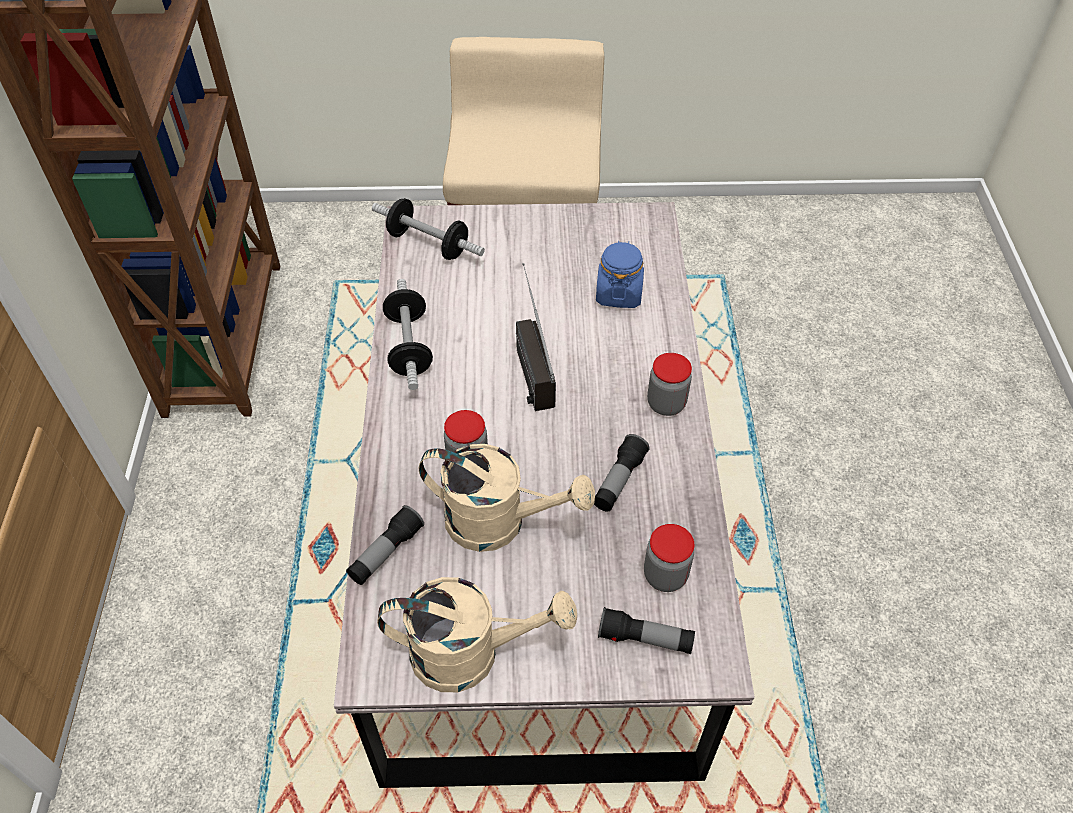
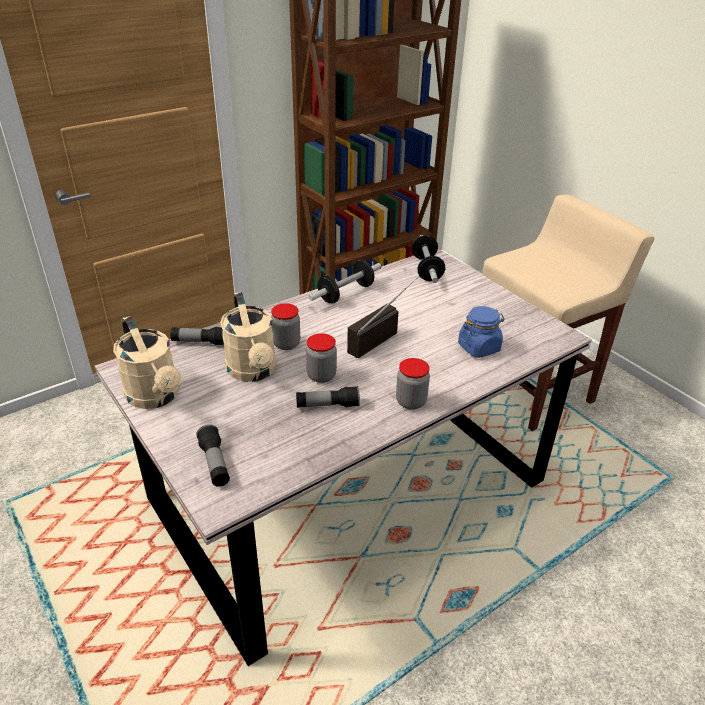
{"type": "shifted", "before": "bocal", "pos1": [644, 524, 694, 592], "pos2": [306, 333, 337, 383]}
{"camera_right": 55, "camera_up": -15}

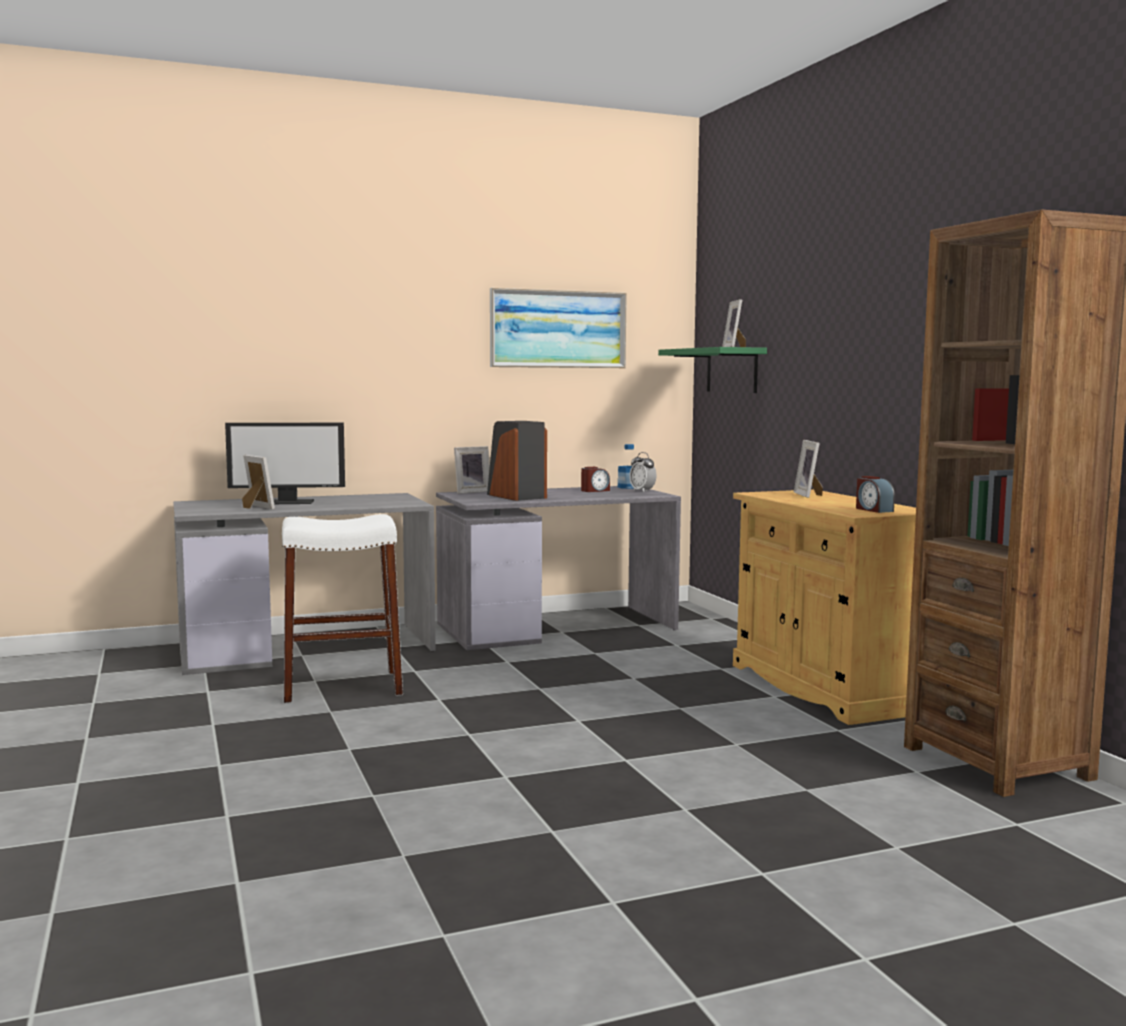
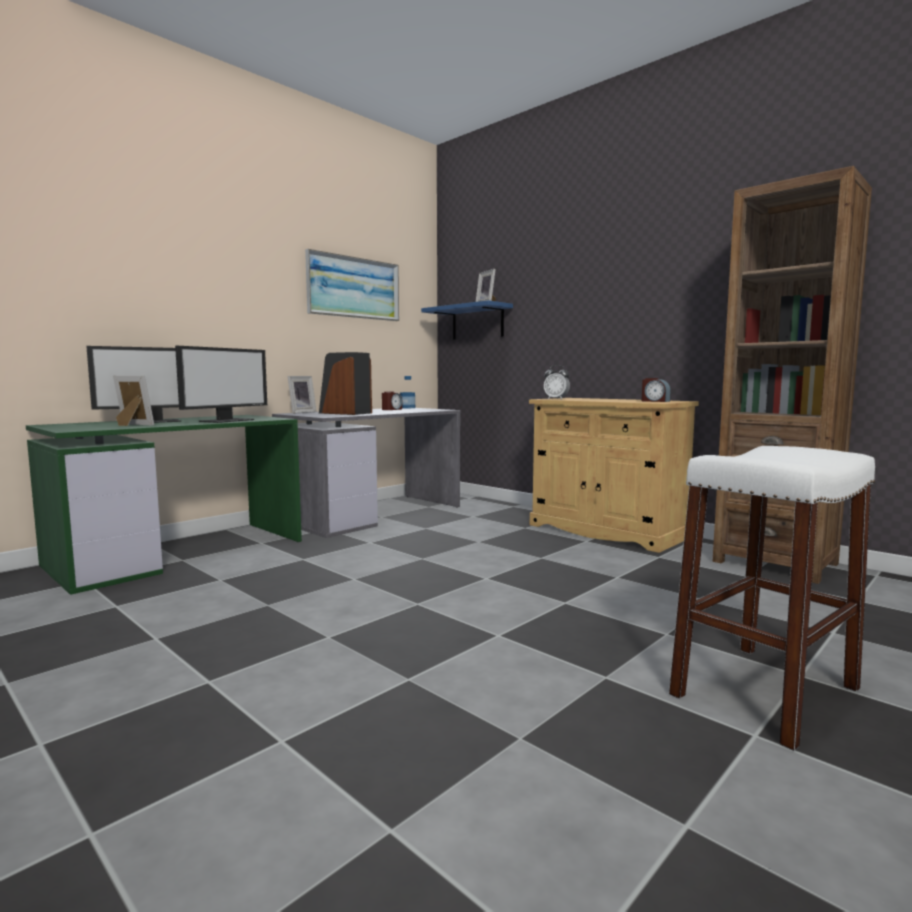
{"type": "repainted", "before": "bureau/gris", "after": "bureau/vert", "pos1": [173, 493, 436, 675], "pos2": [26, 415, 302, 595]}
{"type": "new", "after": "écran d'ordinateur", "pos2": [175, 346, 267, 423]}
{"type": "repainted", "before": "étagère/vert", "after": "étagère/bleu", "pos1": [658, 347, 767, 393], "pos2": [421, 300, 513, 340]}
{"type": "shifted", "before": "réveil", "pos1": [629, 452, 656, 492], "pos2": [544, 365, 570, 400]}
{"type": "shifted", "before": "tabouret/blanc", "pos1": [282, 514, 403, 703], "pos2": [669, 446, 875, 751]}
{"type": "gone", "before": "cadre photo", "pos1": [794, 440, 823, 498]}
{"camera_right": -25, "camera_up": 0}

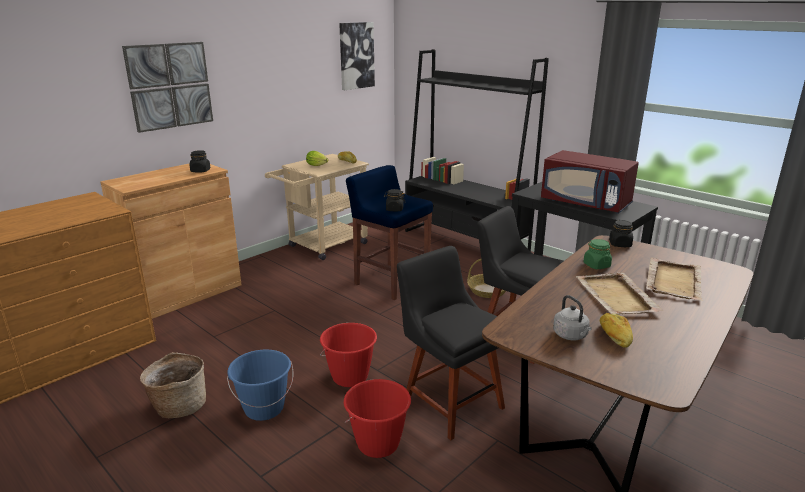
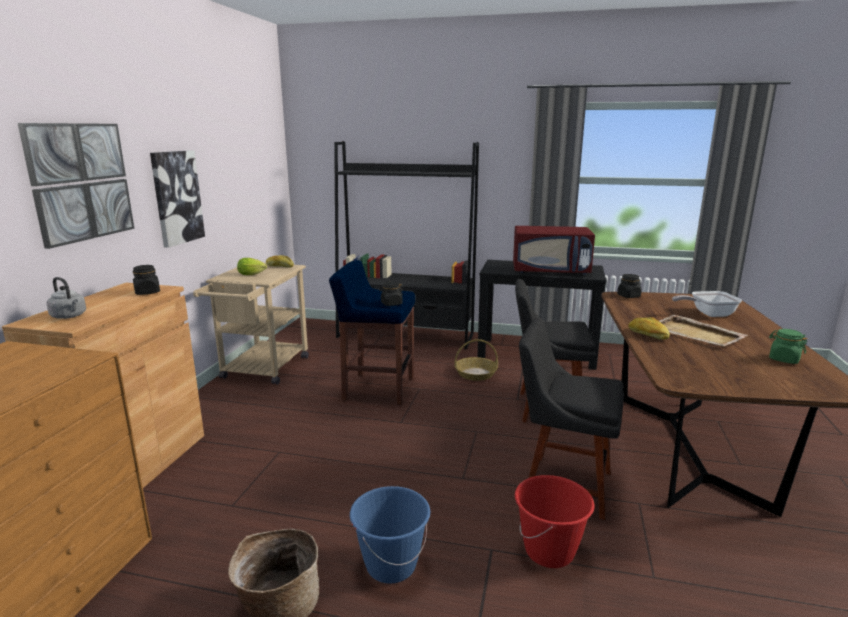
{"type": "shifted", "before": "bouilloire/gris", "pos1": [553, 295, 592, 340], "pos2": [47, 277, 86, 319]}
{"type": "shifted", "before": "tableau", "pos1": [339, 22, 375, 90], "pos2": [150, 150, 205, 248]}
{"type": "shifted", "before": "pain", "pos1": [600, 313, 633, 348], "pos2": [628, 317, 670, 340]}
{"type": "swapped", "before": "plateau/beige", "after": "poêle", "pos1": [646, 258, 703, 301], "pos2": [672, 291, 742, 317]}
{"type": "shifted", "before": "bocal/vert", "pos1": [583, 239, 612, 269], "pos2": [769, 329, 807, 364]}
{"type": "gone", "before": "seau/rouge", "pos1": [320, 323, 377, 387]}
{"camera_right": -30, "camera_up": -5}

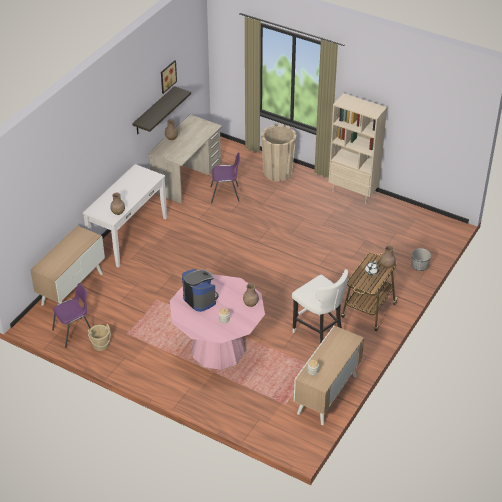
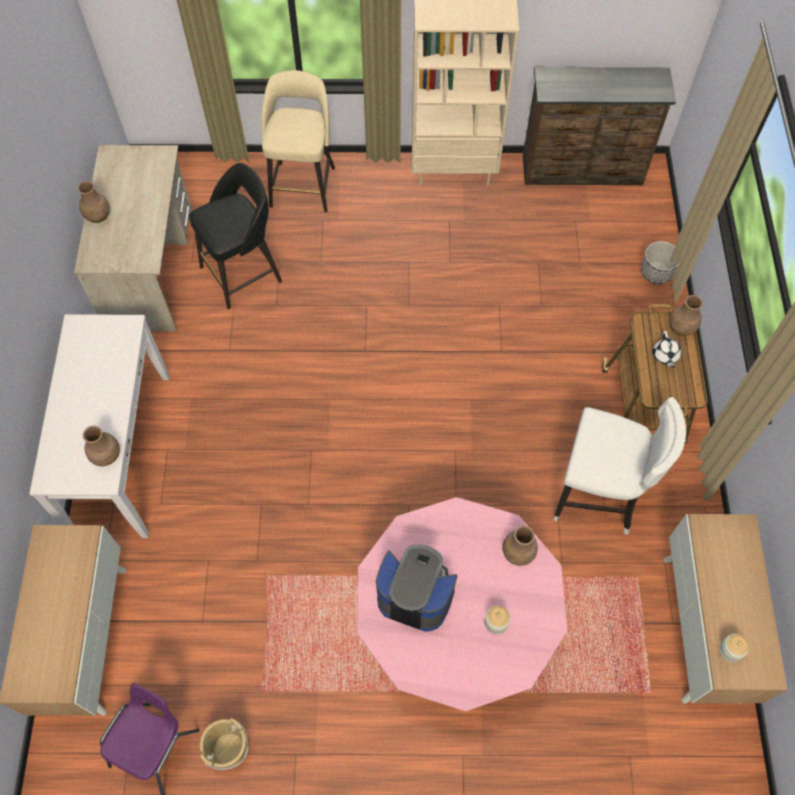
{"type": "swapped", "before": "chaise/violet", "after": "tabouret/noir", "pos1": [211, 152, 240, 203], "pos2": [189, 163, 282, 309]}
{"type": "swapped", "before": "cache-pot/beige", "after": "tabouret/beige", "pos1": [261, 124, 296, 181], "pos2": [262, 70, 335, 212]}
{"type": "new", "after": "commode/marron", "pos2": [523, 67, 676, 185]}
{"type": "gone", "before": "étagère", "pos1": [132, 86, 191, 134]}
{"type": "gone", "before": "tableau", "pos1": [161, 60, 177, 94]}
{"camera_right": -30, "camera_up": 20}

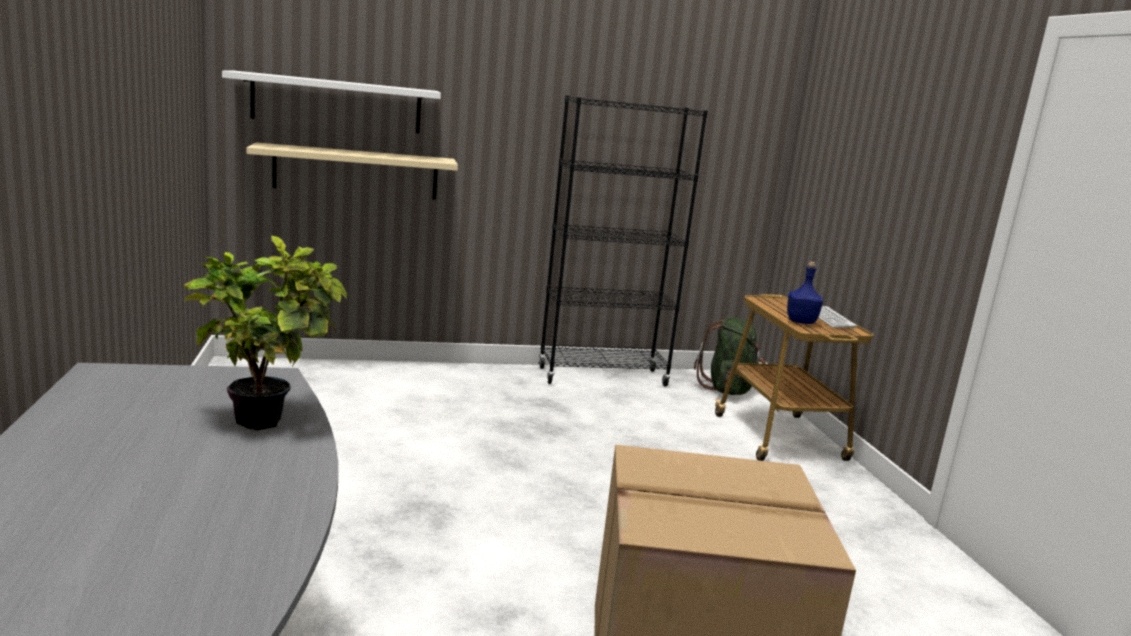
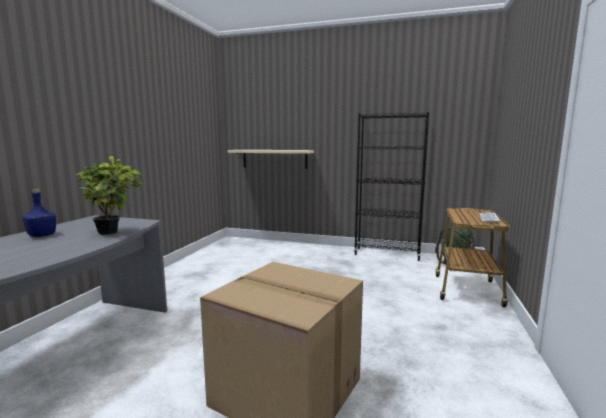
{"type": "shifted", "before": "bouteille/bleu", "pos1": [787, 262, 823, 324], "pos2": [22, 189, 56, 237]}
{"type": "gone", "before": "étagère/blanc", "pos1": [222, 70, 441, 134]}
{"camera_right": 30, "camera_up": -5}

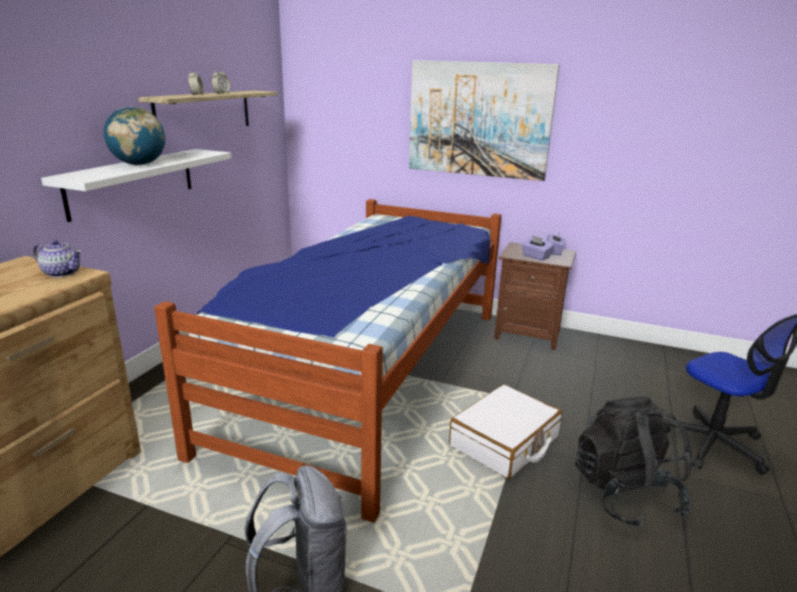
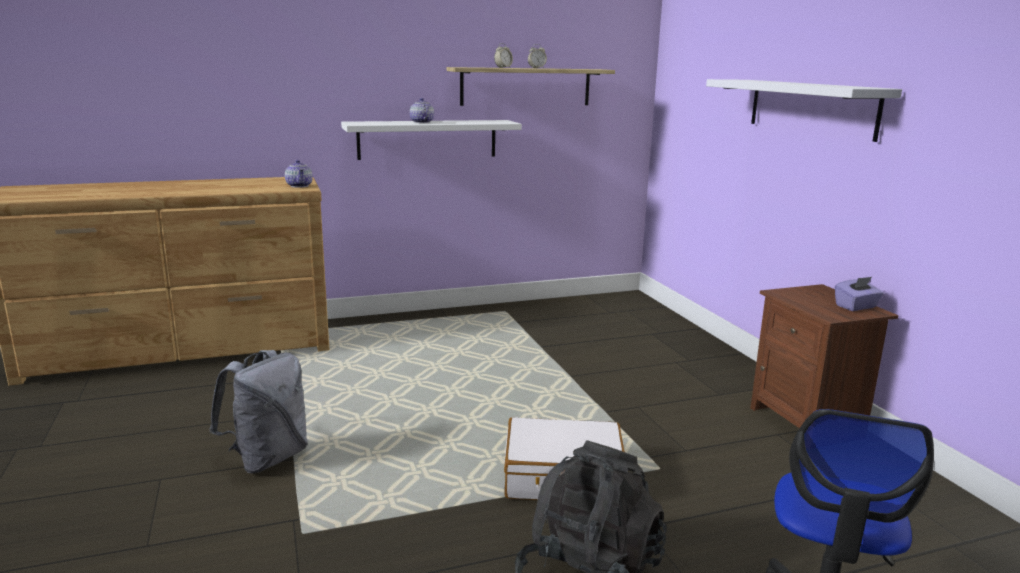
{"type": "swapped", "before": "globe", "after": "théière", "pos1": [104, 107, 166, 165], "pos2": [409, 98, 434, 123]}
{"type": "swapped", "before": "tableau", "after": "étagère/blanc", "pos1": [409, 60, 559, 181], "pos2": [706, 79, 902, 142]}
{"type": "gone", "before": "lit", "pos1": [154, 199, 501, 523]}
{"type": "gone", "before": "boîte à mouchoirs/violet", "pos1": [521, 235, 554, 260]}
{"camera_right": 50, "camera_up": -5}

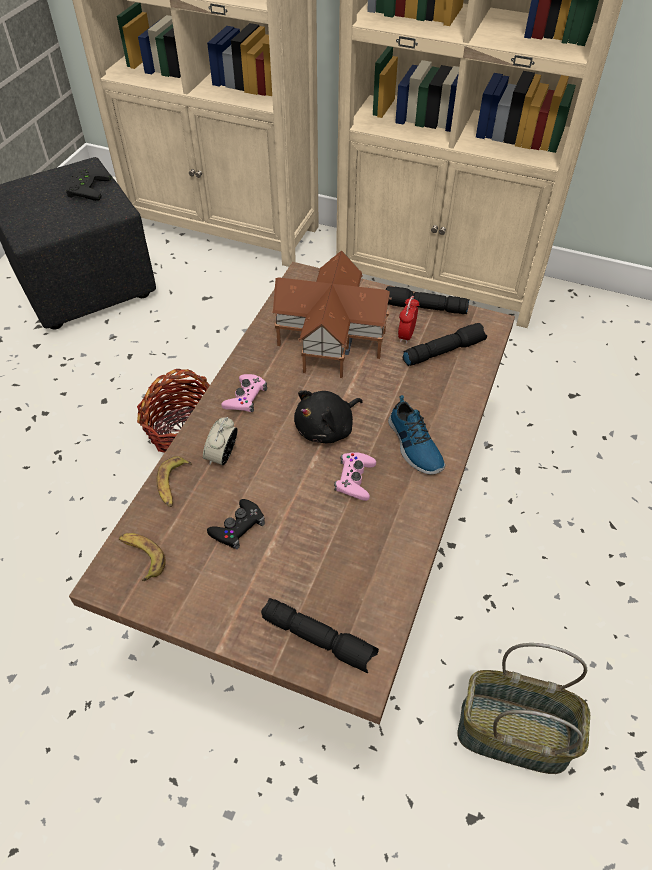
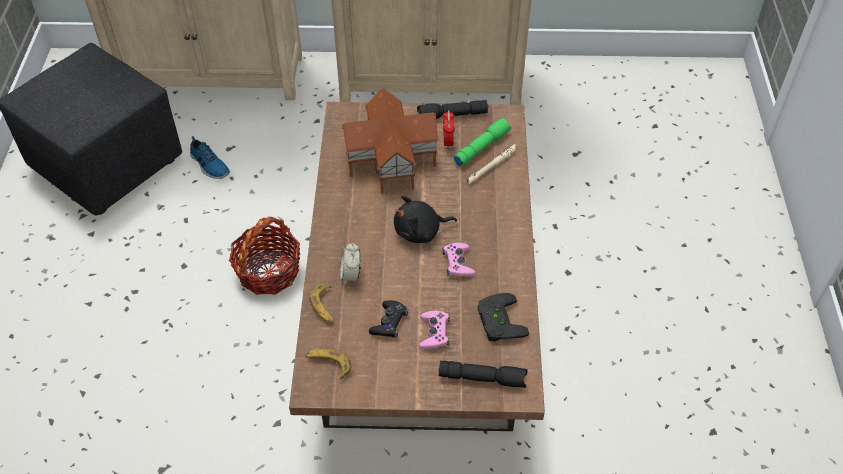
{"type": "shifted", "before": "chaussure", "pos1": [388, 395, 445, 475], "pos2": [190, 136, 230, 179]}
{"type": "rotated", "before": "peluche/noir", "pos1": [294, 390, 363, 443], "pos2": [394, 196, 457, 243], "turn": 45}
{"type": "shifted", "before": "manette/rose", "pos1": [221, 374, 267, 412], "pos2": [419, 311, 450, 349]}
{"type": "repainted", "before": "lampe de poche/noir", "after": "lampe de poche/vert", "pos1": [403, 323, 487, 366], "pos2": [454, 118, 511, 167]}
{"type": "new", "after": "lampe de poche/beige", "pos2": [467, 143, 516, 184]}
{"type": "shifted", "before": "manette/noir", "pos1": [66, 169, 112, 201], "pos2": [478, 293, 529, 342]}
{"type": "gone", "before": "panier", "pos1": [457, 643, 590, 774]}
{"camera_right": -20, "camera_up": 0}

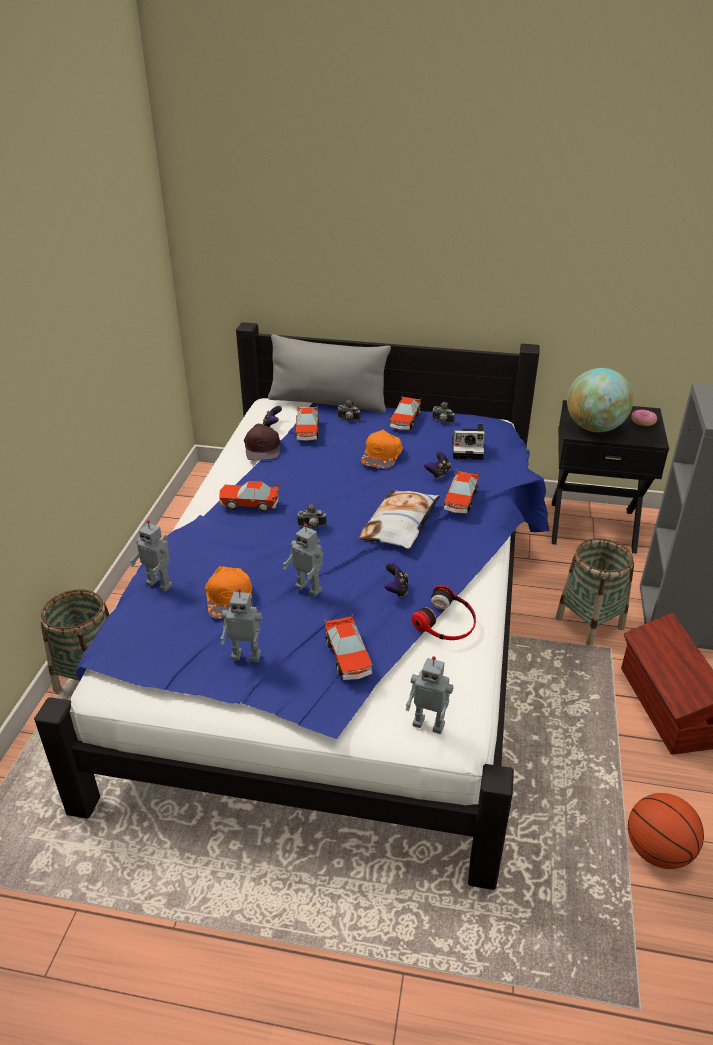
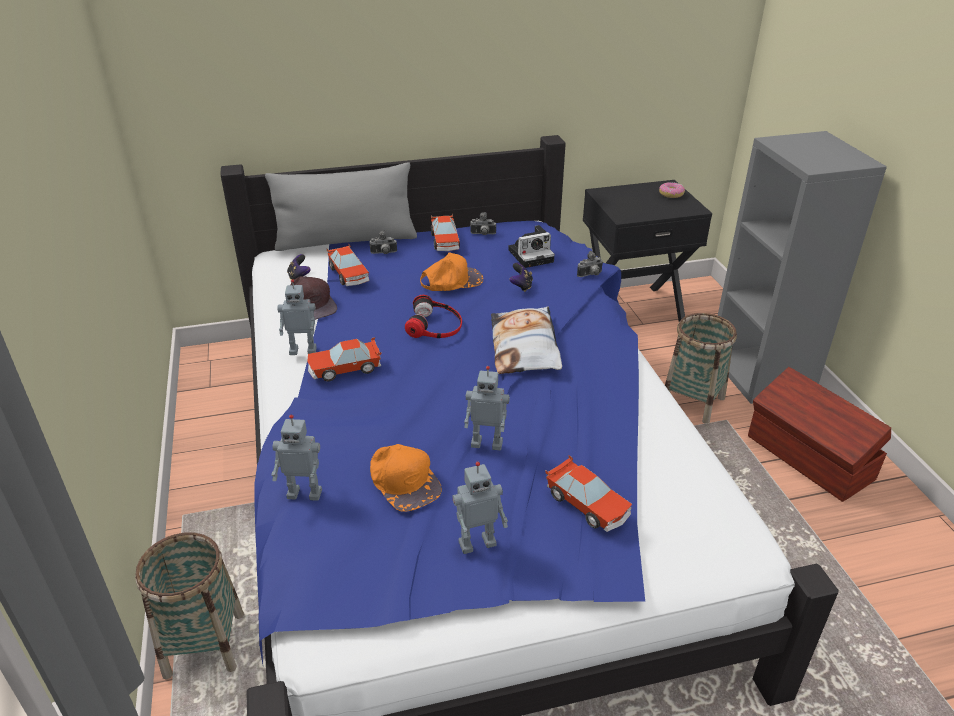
{"type": "shifted", "before": "robot jouet", "pos1": [406, 656, 453, 734], "pos2": [277, 279, 317, 355]}
{"type": "shifted", "before": "casque audio", "pos1": [412, 585, 476, 640], "pos2": [405, 295, 462, 338]}
{"type": "rotated", "before": "casquette/orange", "pos1": [361, 430, 403, 468], "pos2": [420, 253, 483, 291], "turn": -105}
{"type": "shifted", "before": "appareil photo", "pos1": [297, 503, 326, 529], "pos2": [577, 251, 603, 277]}
{"type": "gone", "before": "manette", "pos1": [384, 563, 408, 597]}
{"type": "gone", "before": "petite voiture", "pos1": [444, 469, 479, 514]}
{"type": "gone", "before": "globe", "pos1": [567, 368, 633, 432]}
{"type": "gone", "before": "ballon de basket", "pos1": [628, 793, 704, 869]}
{"camera_right": -25, "camera_up": 0}

